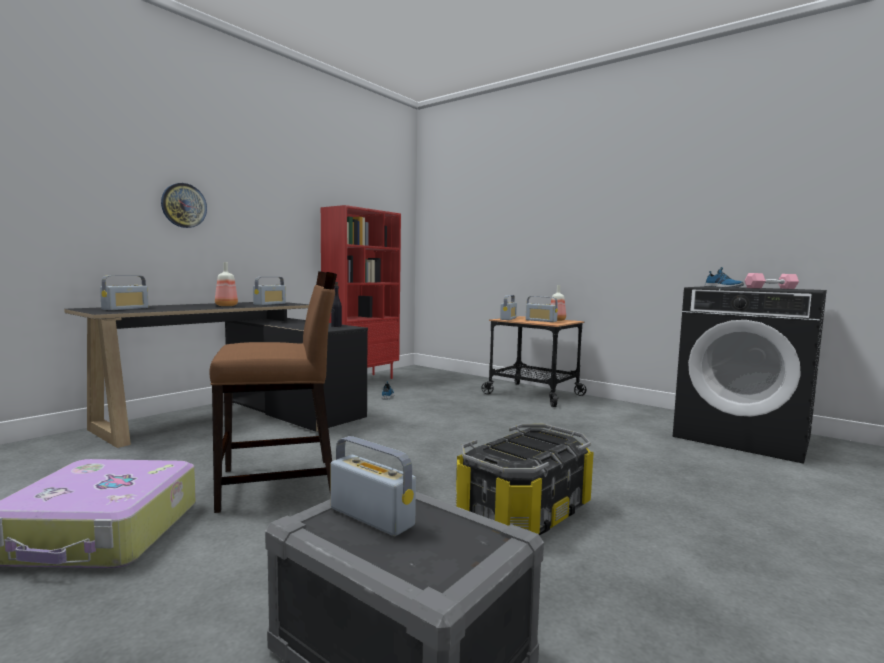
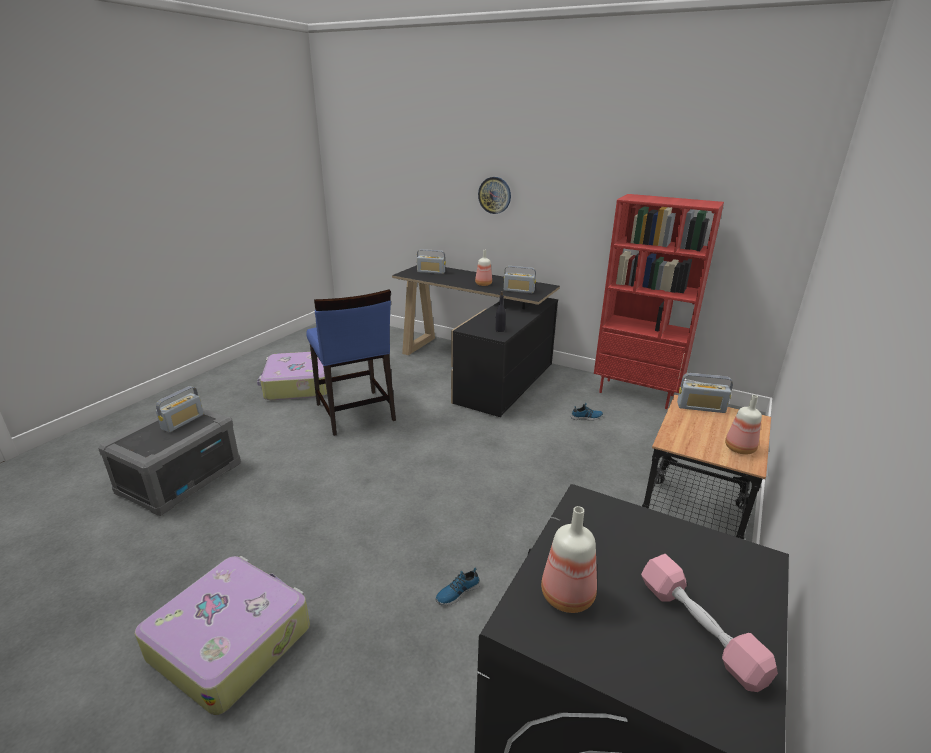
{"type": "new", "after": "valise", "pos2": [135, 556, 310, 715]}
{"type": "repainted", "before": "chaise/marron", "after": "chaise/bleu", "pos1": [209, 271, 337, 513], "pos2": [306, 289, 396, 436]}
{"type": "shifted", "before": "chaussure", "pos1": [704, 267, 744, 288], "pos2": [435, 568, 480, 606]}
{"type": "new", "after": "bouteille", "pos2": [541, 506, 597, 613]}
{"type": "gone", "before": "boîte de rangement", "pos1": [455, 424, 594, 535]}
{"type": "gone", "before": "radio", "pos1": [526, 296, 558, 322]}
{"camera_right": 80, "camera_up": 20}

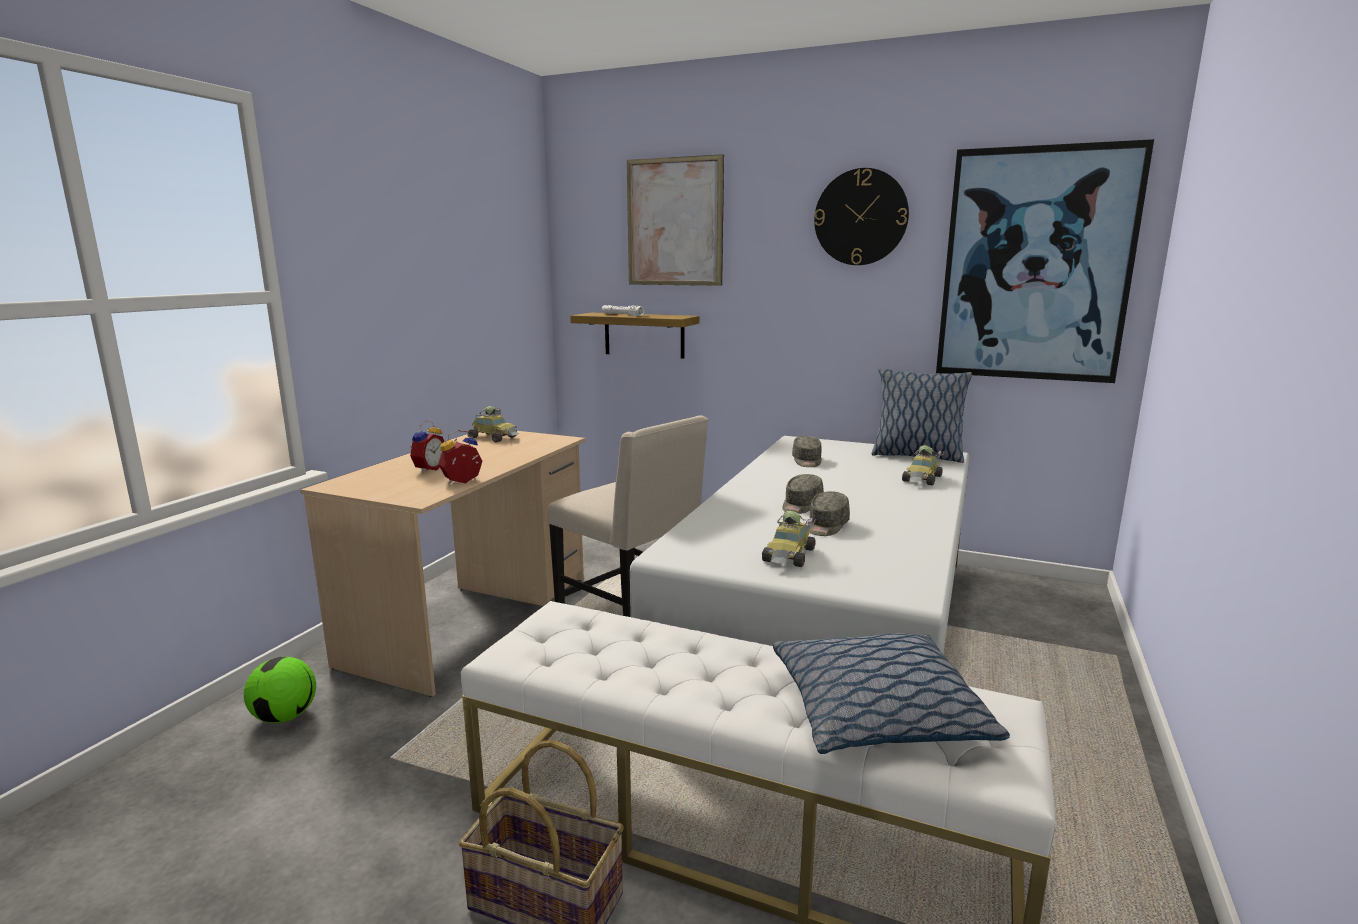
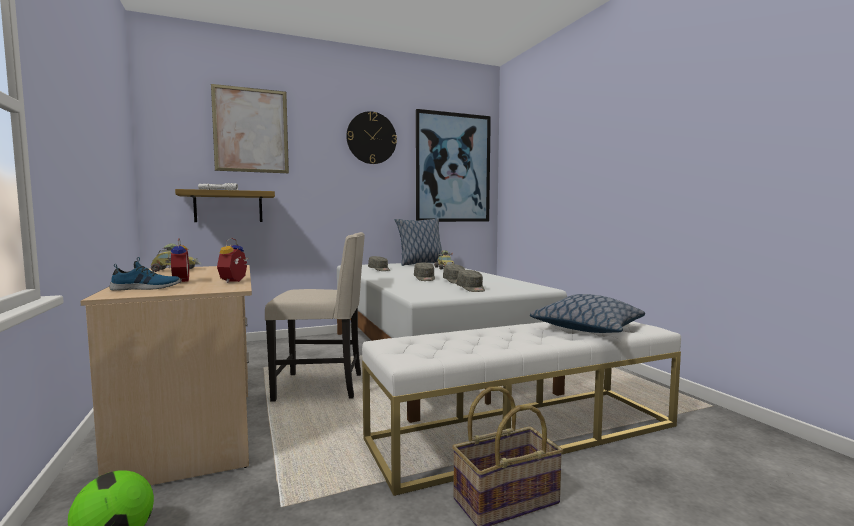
{"type": "new", "after": "chaussure", "pos2": [110, 257, 181, 291]}
{"type": "swapped", "before": "petite voiture", "after": "casquette/gris", "pos1": [762, 511, 816, 567], "pos2": [457, 270, 485, 292]}
{"camera_right": -45, "camera_up": -10}

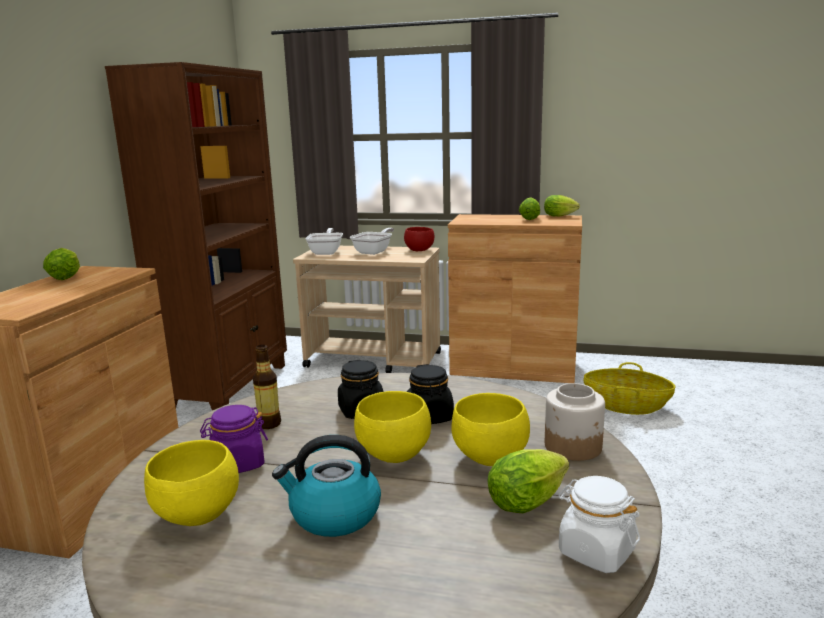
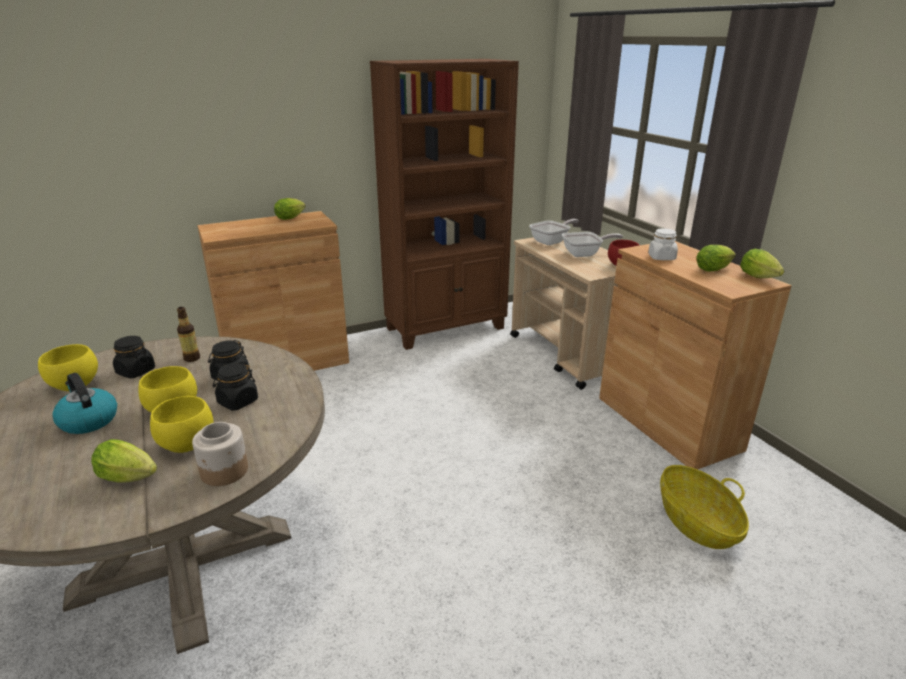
{"type": "repainted", "before": "bocal/violet", "after": "bocal/noir", "pos1": [200, 405, 268, 473], "pos2": [113, 336, 155, 378]}
{"type": "shifted", "before": "bocal/blanc", "pos1": [559, 476, 640, 573], "pos2": [648, 228, 678, 260]}
{"camera_right": 50, "camera_up": 10}

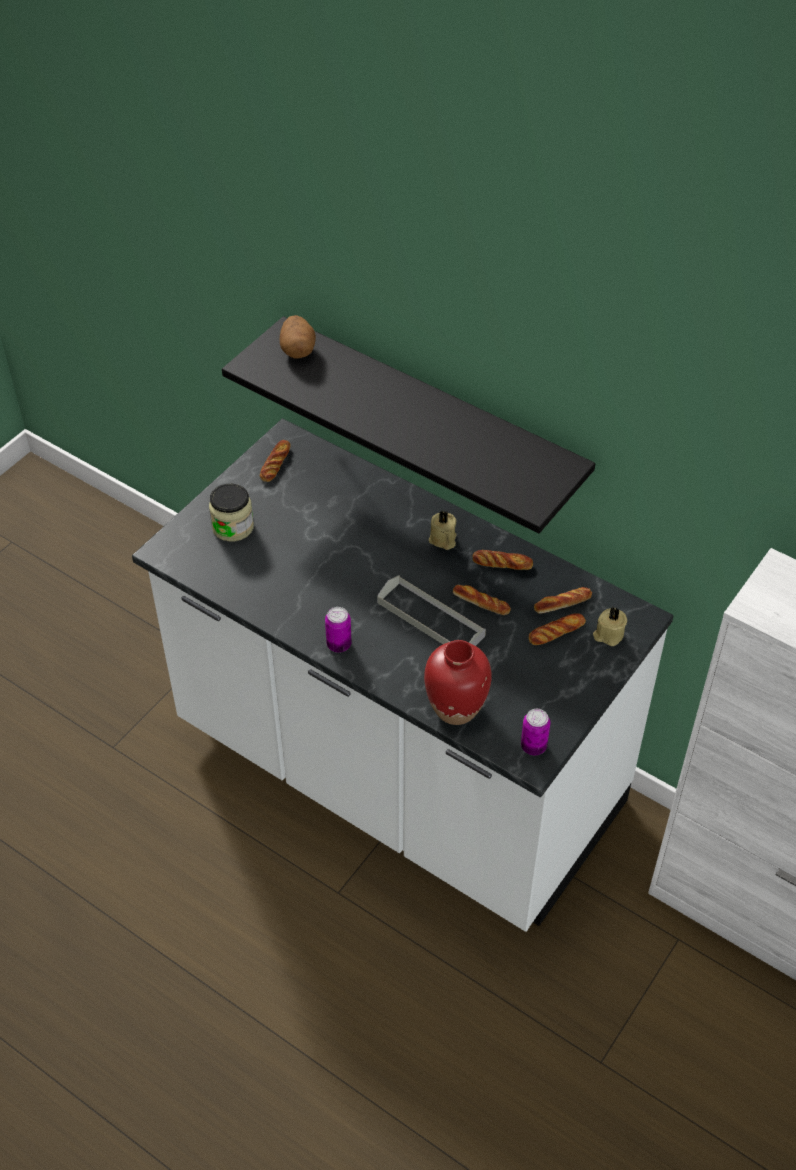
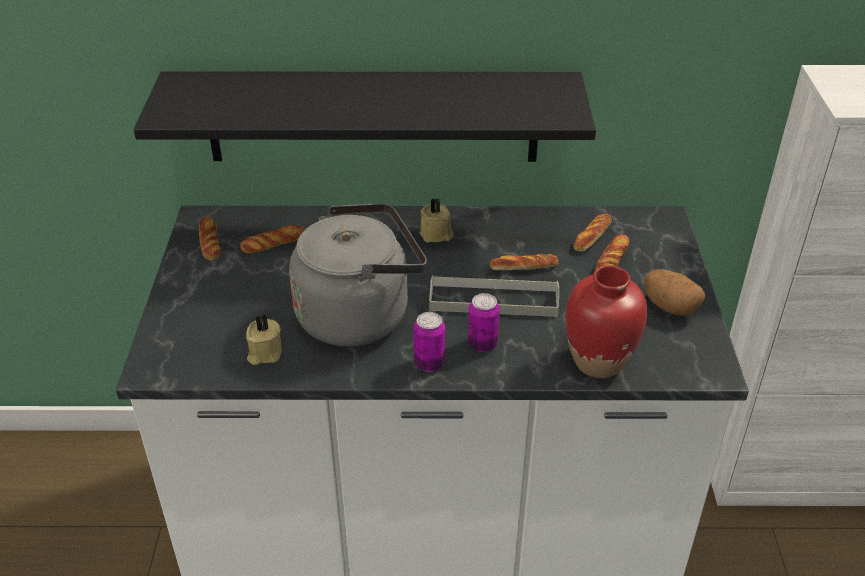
{"type": "shifted", "before": "pain", "pos1": [472, 550, 533, 570], "pos2": [240, 225, 305, 253]}
{"type": "shifted", "before": "bougie/beige", "pos1": [593, 608, 627, 646], "pos2": [246, 314, 282, 365]}
{"type": "new", "after": "bouilloire/gris", "pos2": [289, 203, 427, 347]}
{"type": "shifted", "before": "boîte métallique", "pos1": [521, 709, 550, 755], "pos2": [468, 293, 500, 352]}
{"type": "shifted", "before": "pomme de terre", "pos1": [280, 315, 316, 358], "pos2": [644, 269, 705, 316]}
{"type": "gone", "before": "bocal", "pos1": [209, 484, 254, 542]}
{"camera_right": -35, "camera_up": -10}

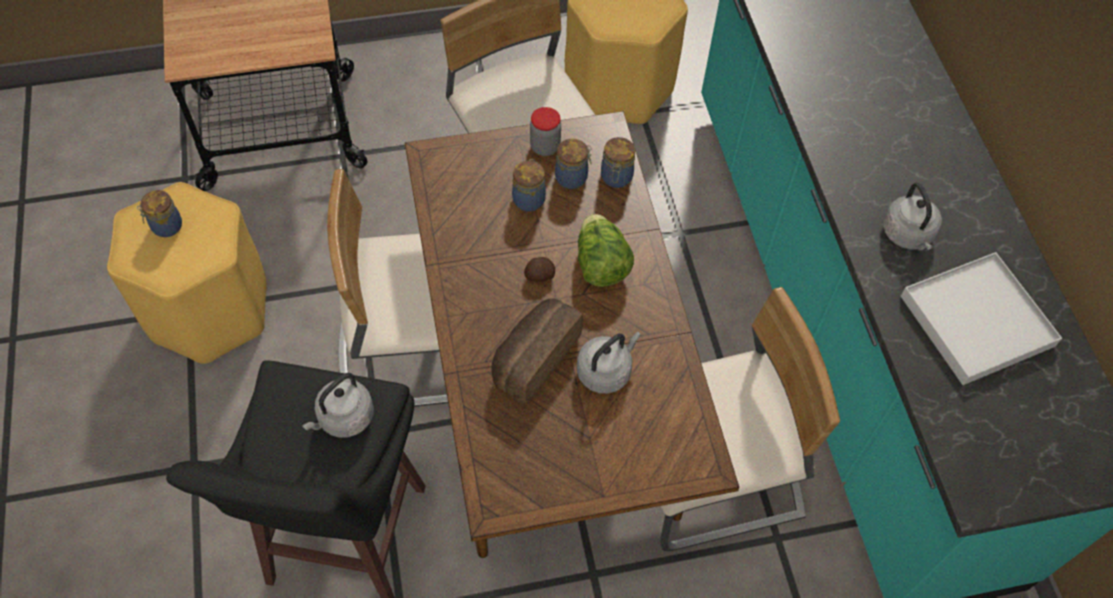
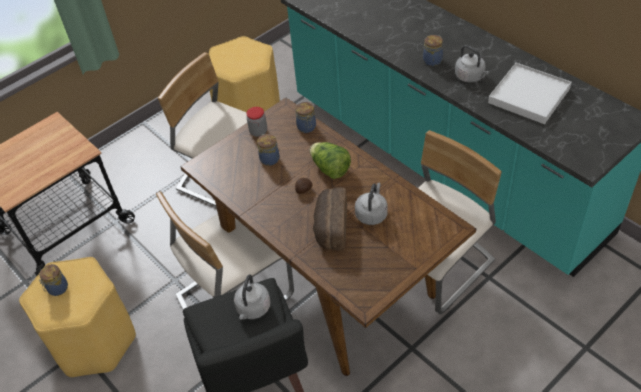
{"type": "shifted", "before": "bocal", "pos1": [555, 138, 592, 189], "pos2": [423, 35, 443, 66]}
{"camera_right": -25, "camera_up": -10}

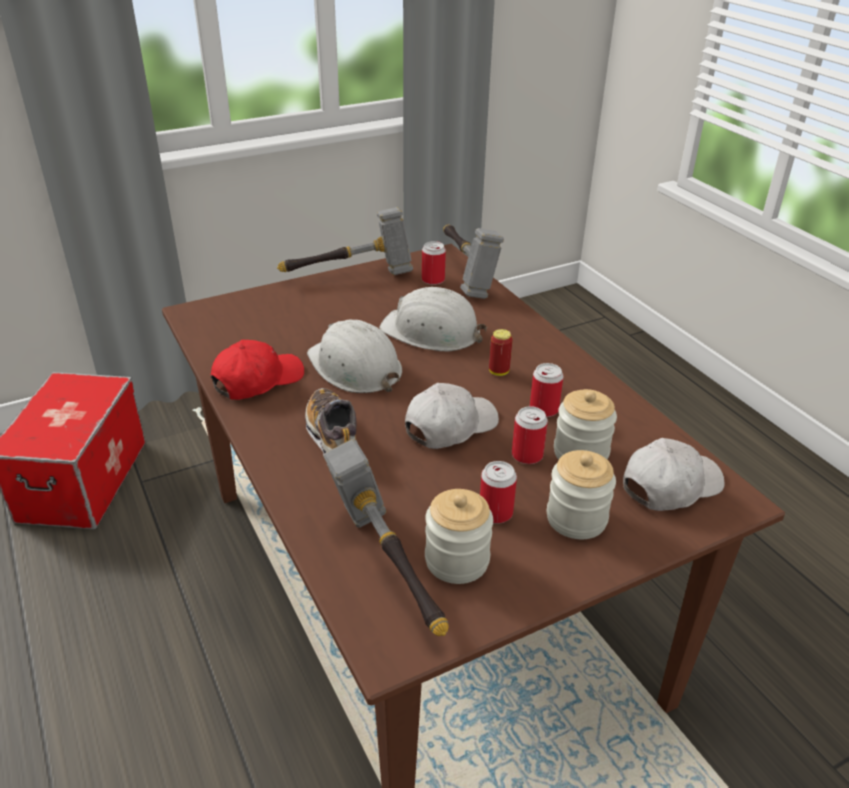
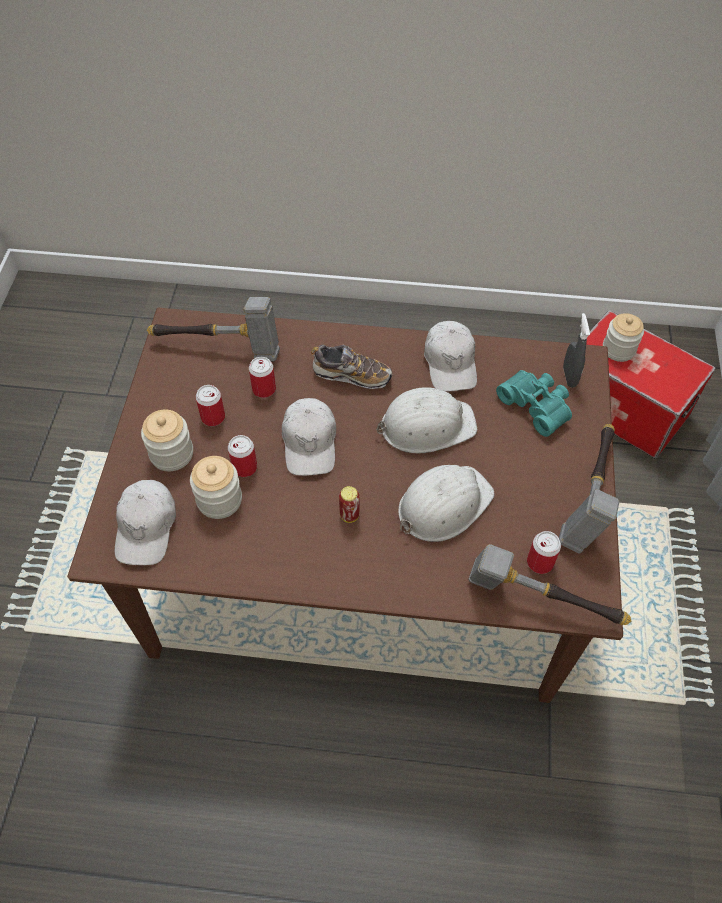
{"type": "shifted", "before": "boîte métallique", "pos1": [530, 363, 564, 417], "pos2": [249, 357, 276, 398]}
{"type": "repainted", "before": "casquette/rouge", "after": "casquette/blanc", "pos1": [211, 340, 304, 400], "pos2": [424, 321, 477, 392]}
{"type": "new", "after": "jumelles/turquoise", "pos2": [496, 370, 572, 437]}
{"type": "new", "after": "vaporisateur/gris", "pos2": [563, 313, 590, 388]}
{"type": "shifted", "before": "bocal", "pos1": [425, 489, 493, 584], "pos2": [603, 313, 644, 362]}
{"camera_right": 125, "camera_up": 20}

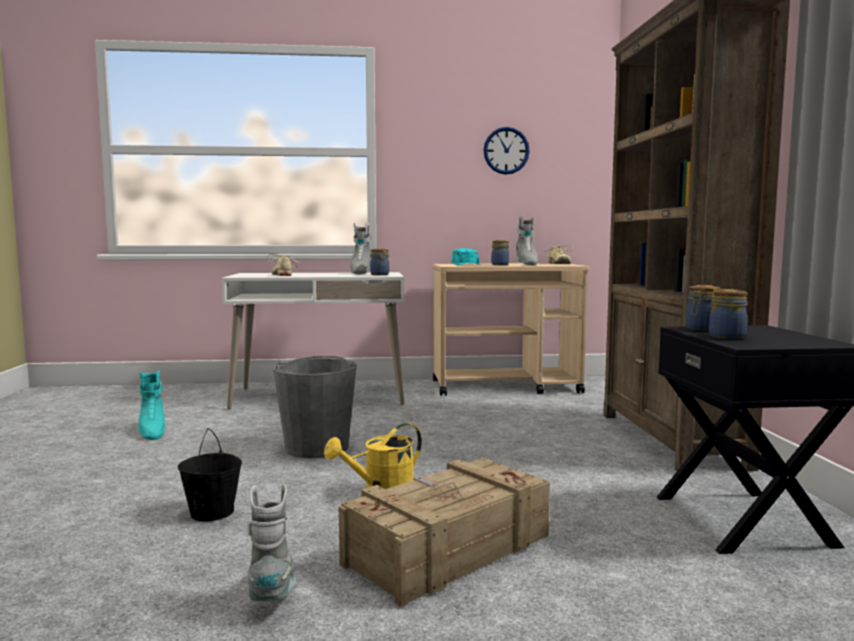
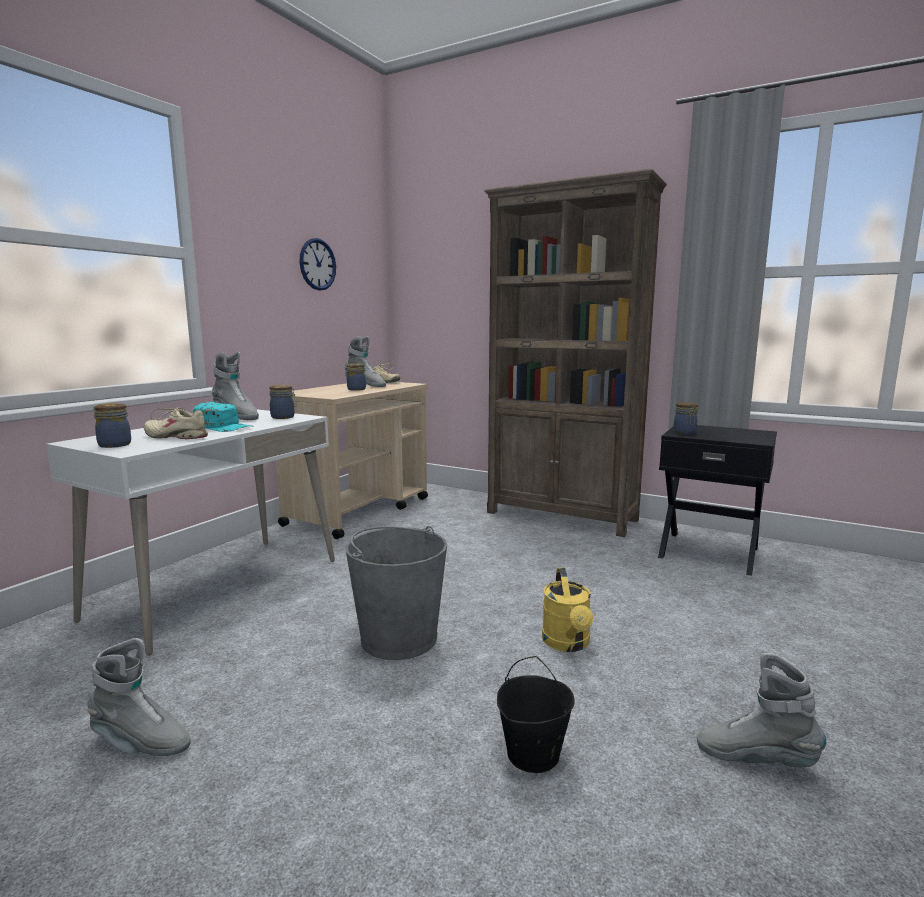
{"type": "repainted", "before": "botte/turquoise", "after": "botte/gris", "pos1": [138, 371, 165, 440], "pos2": [87, 638, 191, 756]}
{"type": "shifted", "before": "bocal", "pos1": [709, 289, 748, 339], "pos2": [94, 403, 131, 448]}
{"type": "shifted", "before": "casquette/turquoise", "pos1": [452, 248, 480, 265], "pos2": [193, 402, 254, 432]}
{"type": "gone", "before": "caisse", "pos1": [339, 458, 550, 608]}
{"camera_right": -55, "camera_up": 5}

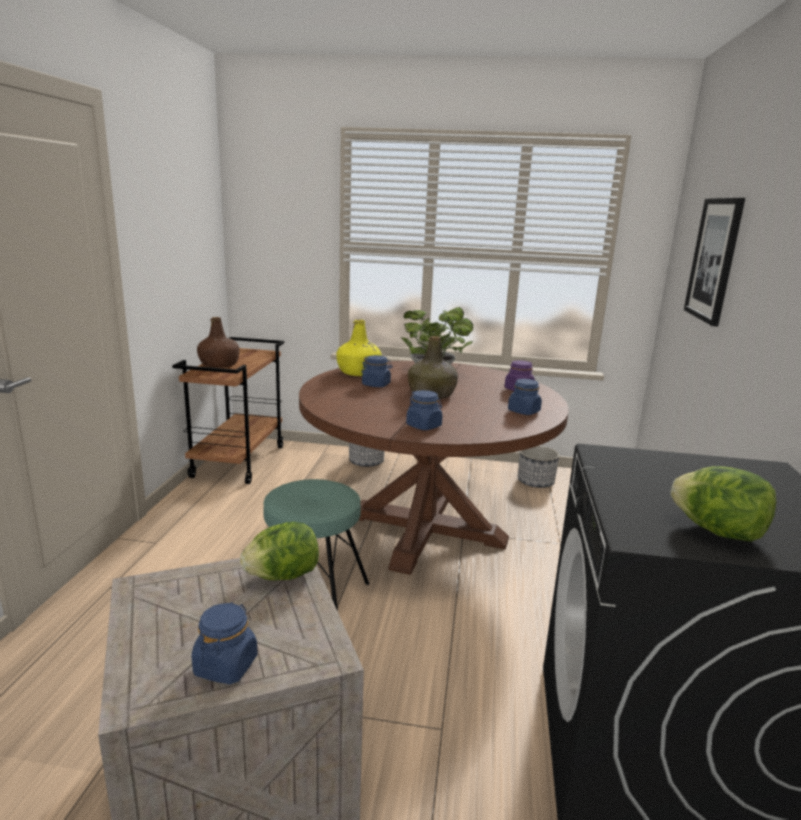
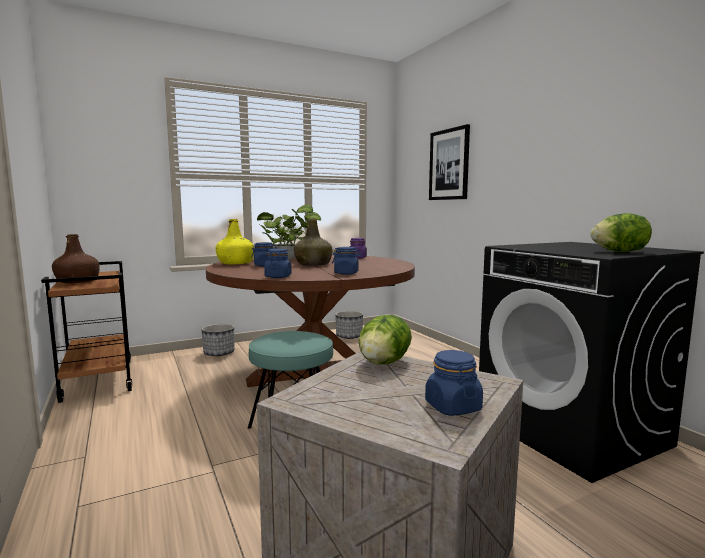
{"type": "shifted", "before": "bocal/bleu", "pos1": [508, 379, 542, 415], "pos2": [264, 249, 291, 278]}
{"camera_right": -35, "camera_up": -10}

